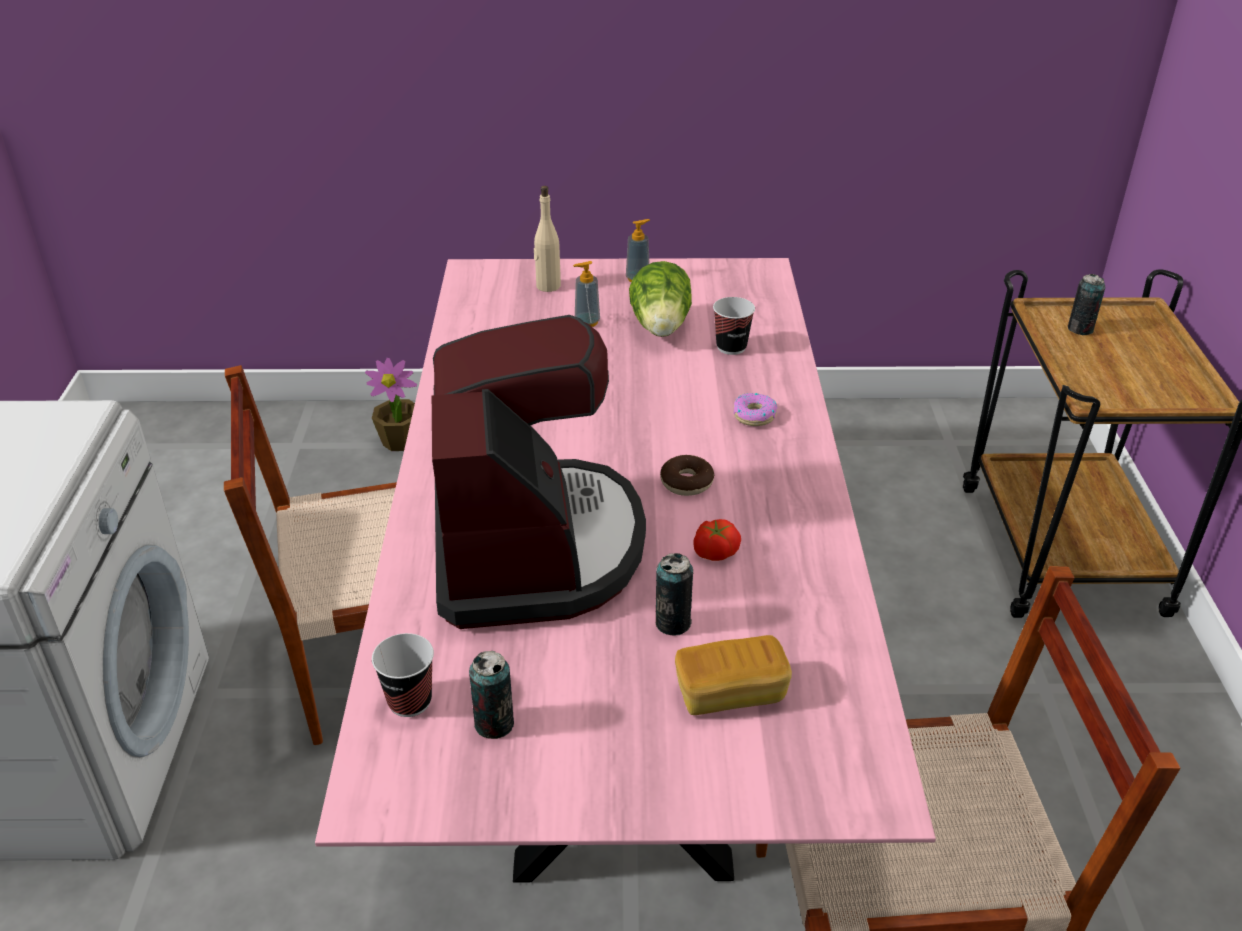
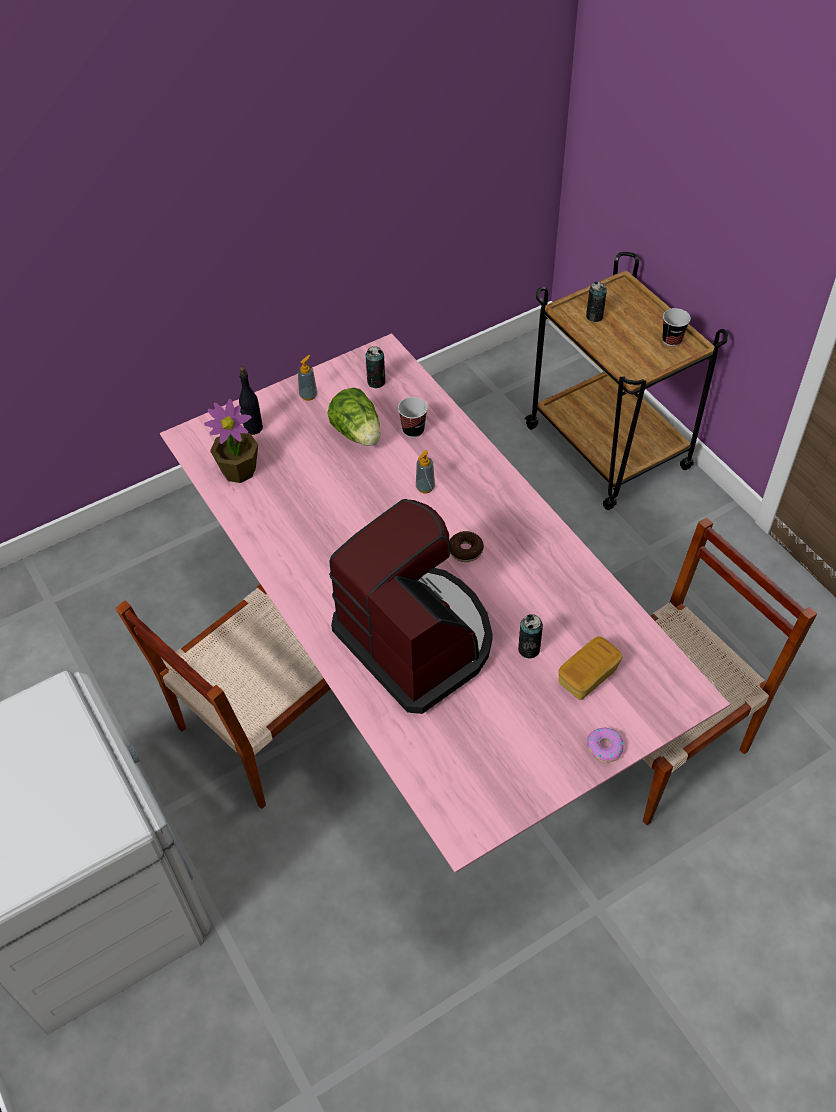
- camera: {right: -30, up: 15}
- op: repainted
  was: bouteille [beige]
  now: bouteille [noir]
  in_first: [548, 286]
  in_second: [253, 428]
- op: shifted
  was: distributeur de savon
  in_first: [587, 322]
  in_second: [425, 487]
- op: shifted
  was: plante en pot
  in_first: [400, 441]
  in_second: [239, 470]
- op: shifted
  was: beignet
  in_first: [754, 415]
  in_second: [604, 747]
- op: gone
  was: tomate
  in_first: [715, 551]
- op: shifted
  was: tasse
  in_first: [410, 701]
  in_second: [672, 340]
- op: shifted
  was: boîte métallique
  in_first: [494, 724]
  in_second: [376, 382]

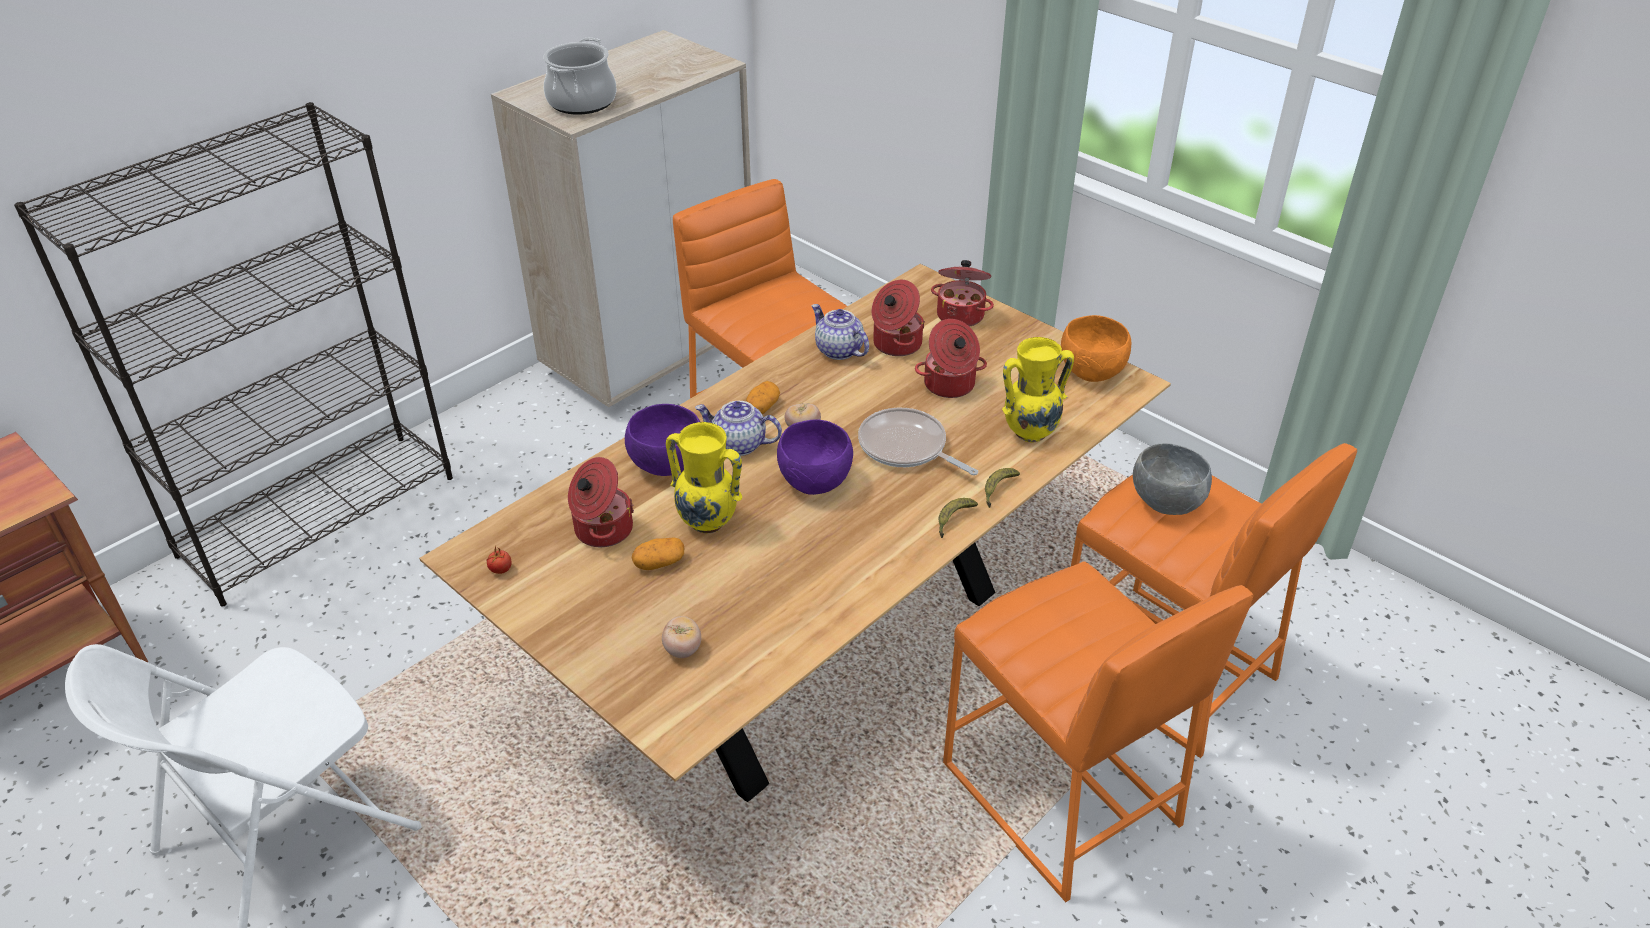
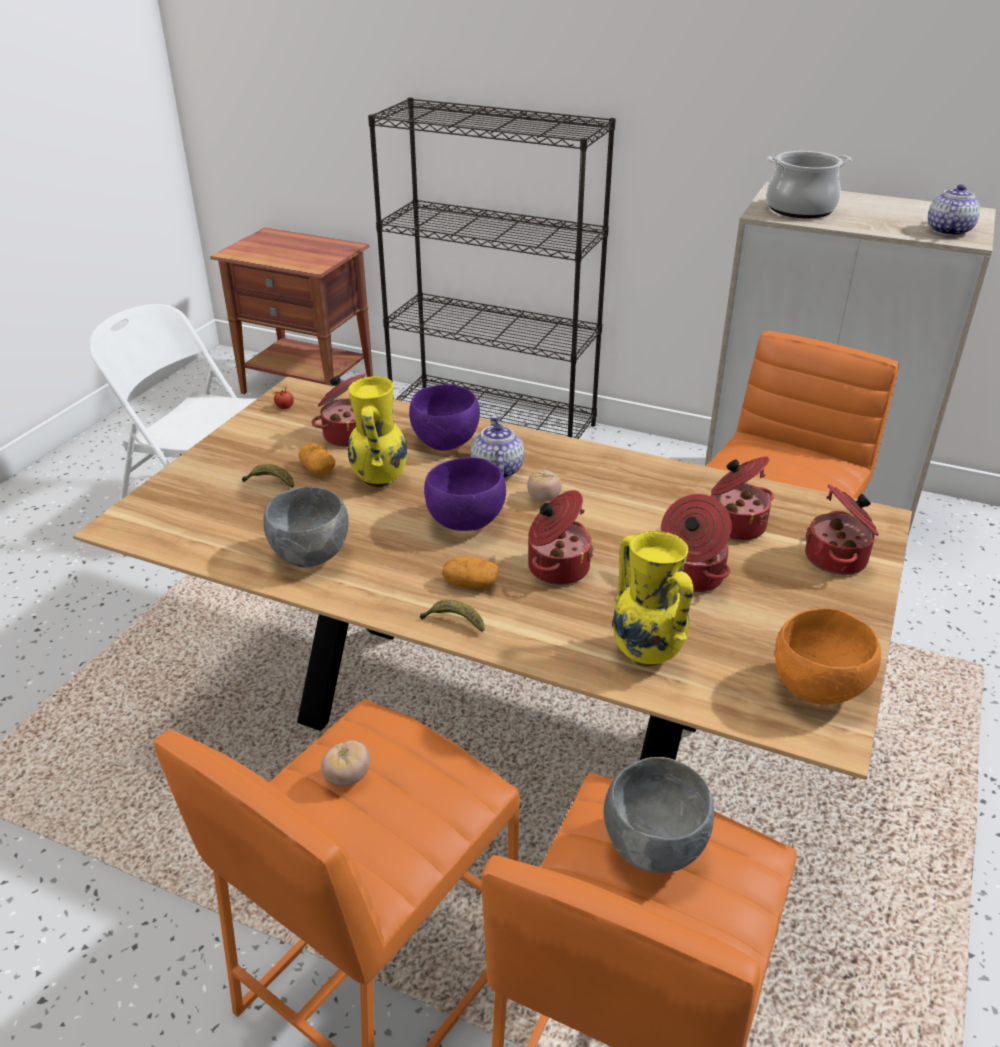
- camera: {right: 70, up: -5}
- op: shifted
  was: théière
  in_first: [838, 350]
  in_second: [948, 231]
- op: shifted
  was: pomme de terre
  in_first: [762, 407]
  in_second: [470, 584]
- op: swapped
  was: poêle
  now: marmite
  in_first: [906, 447]
  in_second: [556, 567]
- op: shifted
  was: banane
  in_first: [998, 490]
  in_second: [270, 482]
- op: shifted
  was: tomate
  in_first: [683, 649]
  in_second: [347, 777]
- op: new
  now: bol [gris]
  in_second: [311, 555]

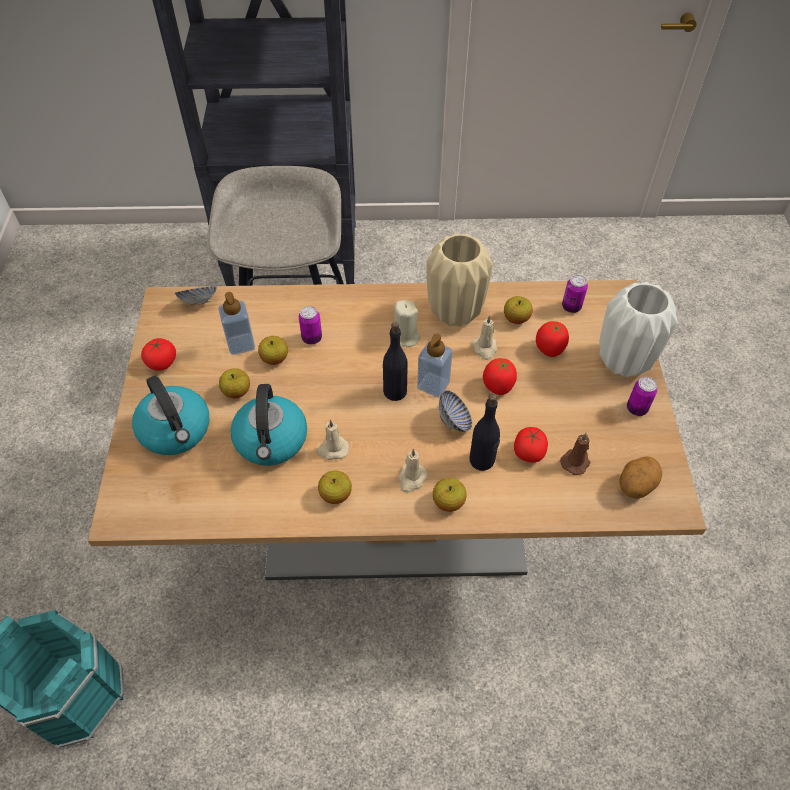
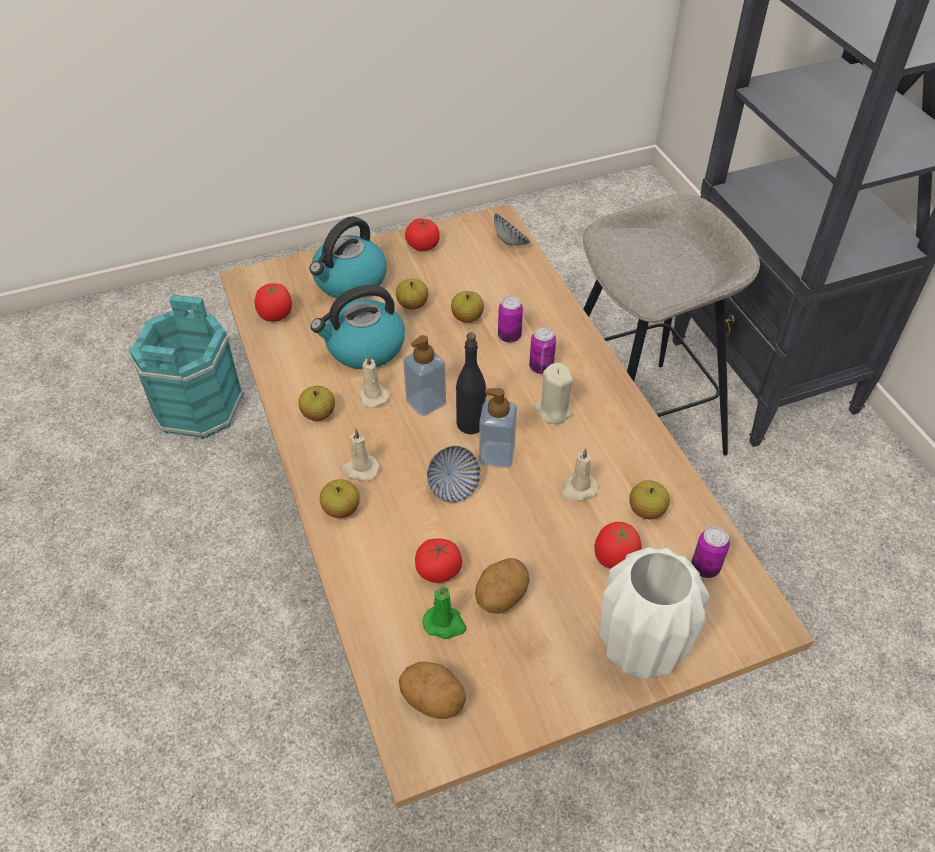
- camera: {right: 70, up: -5}
- op: gone
  was: vase [beige]
  in_first: [455, 313]
- op: shifted
  was: distributeur de savon
  in_first: [241, 344]
  in_second: [426, 402]
- op: shifted
  was: tomate
  in_first: [498, 386]
  in_second: [275, 316]
- op: shifted
  was: boîte métallique
  in_first: [636, 409]
  in_second: [541, 367]
- op: gone
  was: bouteille [noir]
  in_first: [482, 460]
- op: repainted
  was: bougie [marron]
  now: bougie [vert]
  in_first: [576, 461]
  in_second: [445, 624]
- op: new
  now: pomme de terre
  in_second: [501, 597]

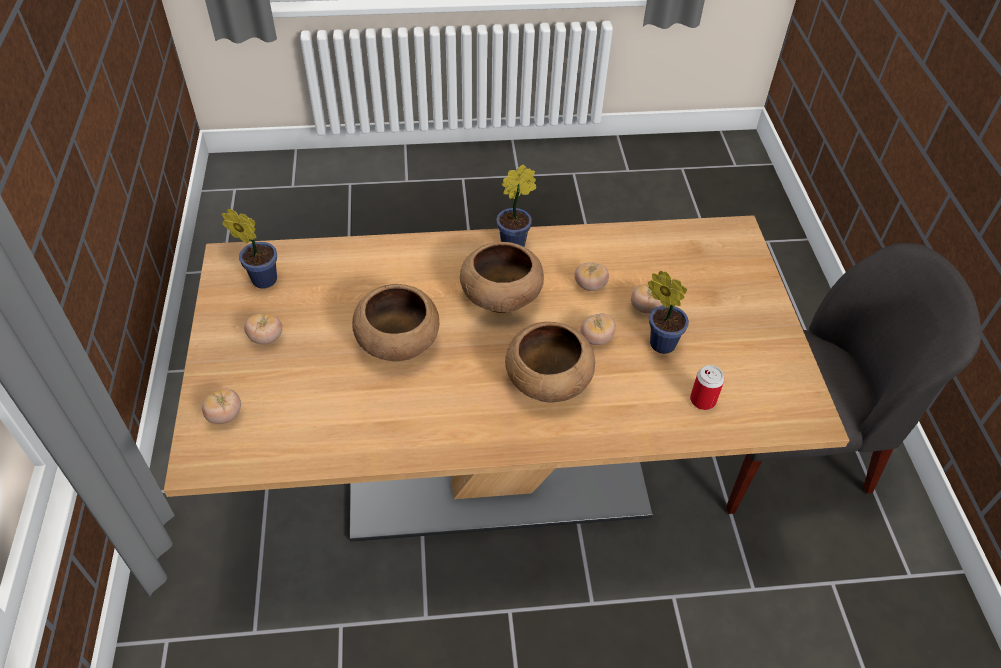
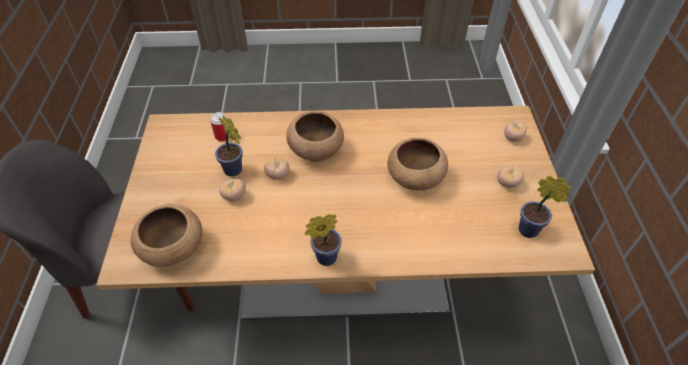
- camera: {right: -175, up: 0}
- op: shifted
  was: bol [marron]
  in_first: [500, 296]
  in_second: [173, 248]
- op: gone
  was: tomate
  in_first: [590, 286]

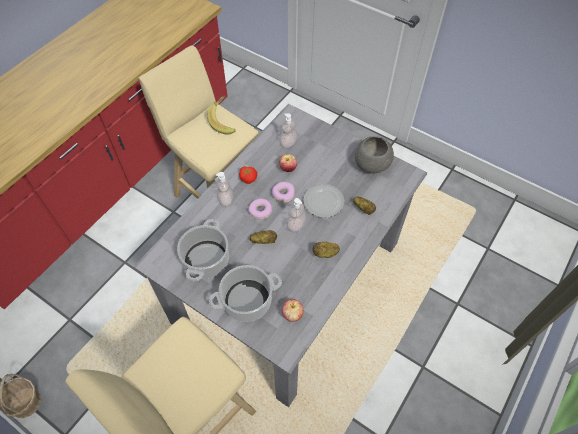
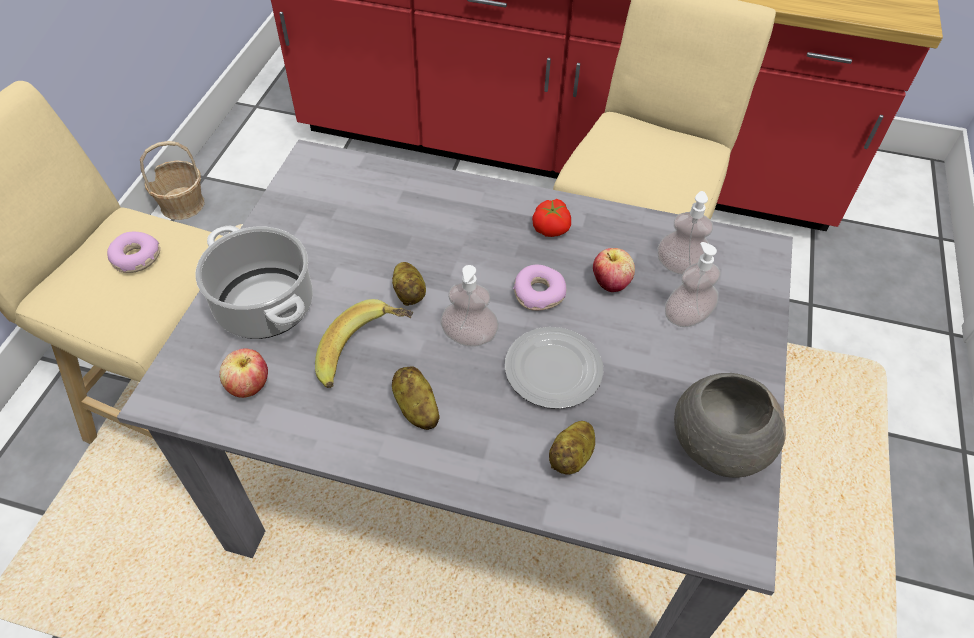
- camera: {right: 70, up: -5}
- op: shifted
  was: banane
  in_first: [224, 121]
  in_second: [366, 356]
- op: shifted
  was: distributeur de savon
  in_first: [226, 200]
  in_second: [686, 316]
- op: shifted
  was: beignet
  in_first: [260, 211]
  in_second: [136, 258]
- op: gone
  was: marmite
  in_first: [206, 260]

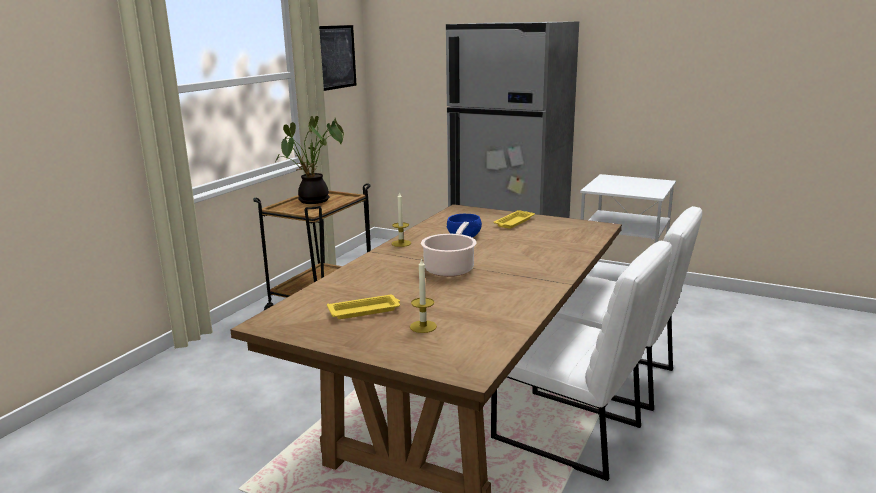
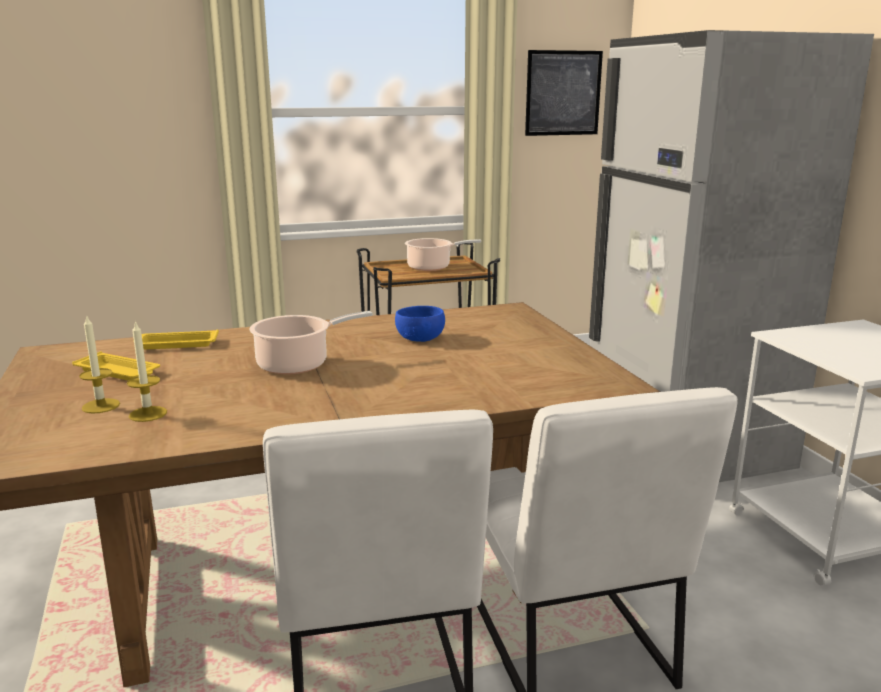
- camera: {right: 45, up: 0}
- op: swapped
  was: plante en pot
  now: marmite
  in_first: [313, 201]
  in_second: [432, 267]
- op: shifted
  was: bougie
  in_first: [401, 243]
  in_second: [148, 414]
- op: shifted
  was: plateau [jaune]
  in_first: [513, 222]
  in_second: [176, 344]

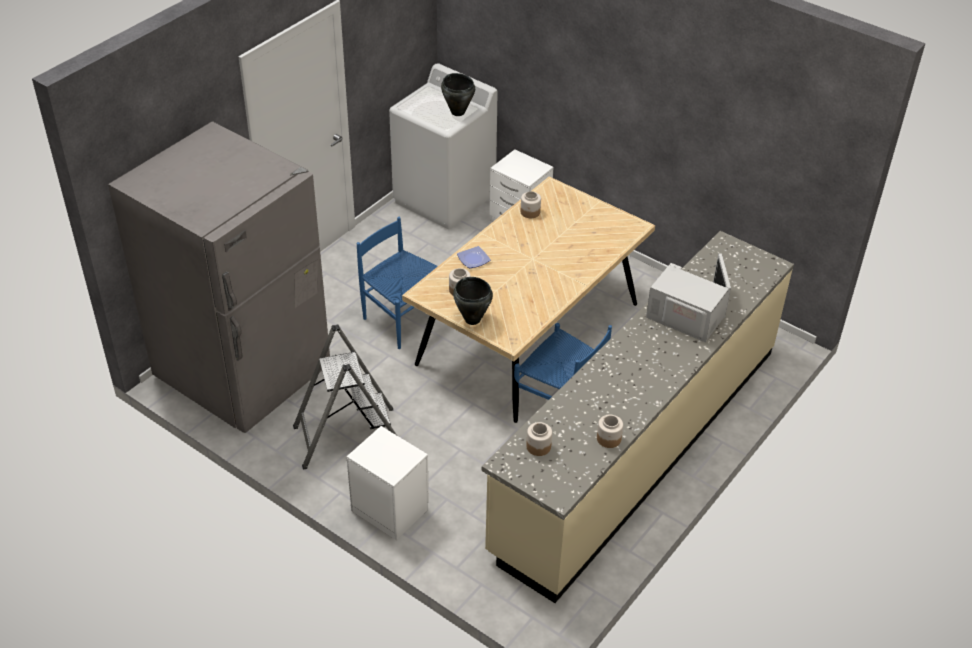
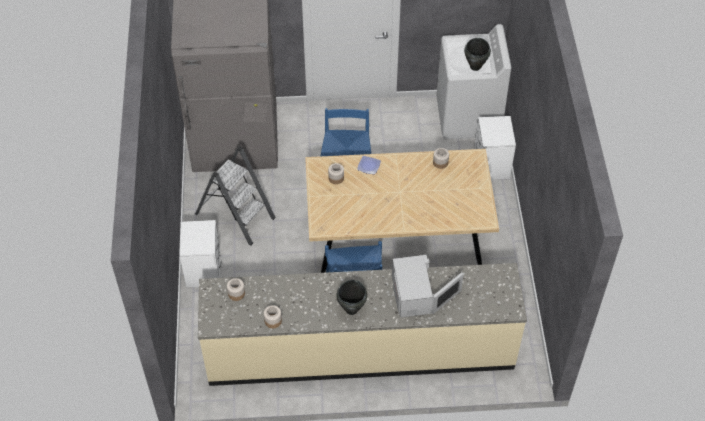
- camera: {right: 50, up: 10}
- op: shifted
  was: marmite [noir]
  in_first: [472, 320]
  in_second: [351, 309]

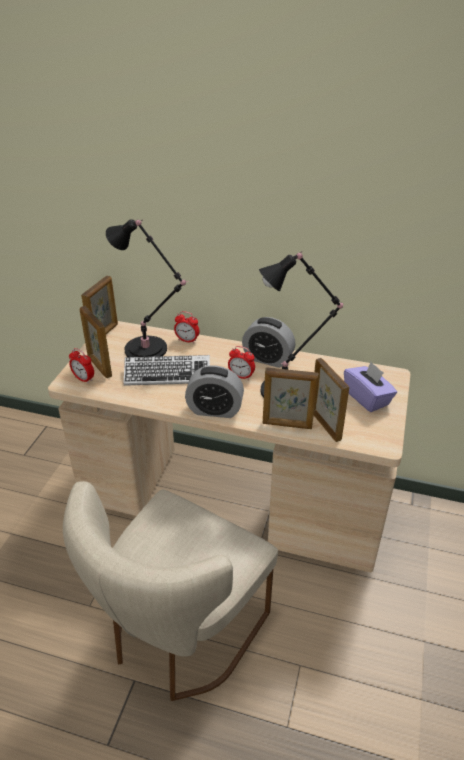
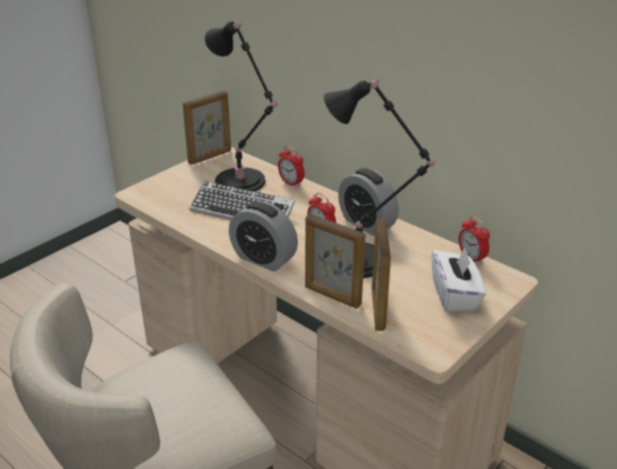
- camera: {right: 25, up: -5}
- op: gone
  was: cadre photo
  in_first: [99, 366]
- op: shifted
  was: réveil
  in_first: [84, 379]
  in_second: [471, 258]
- op: repainted
  was: boîte à mouchoirs [violet]
  now: boîte à mouchoirs [blanc]
  in_first: [367, 398]
  in_second: [455, 296]

